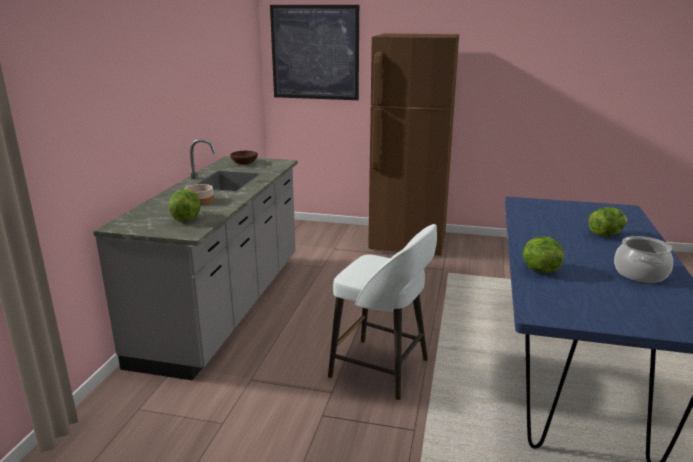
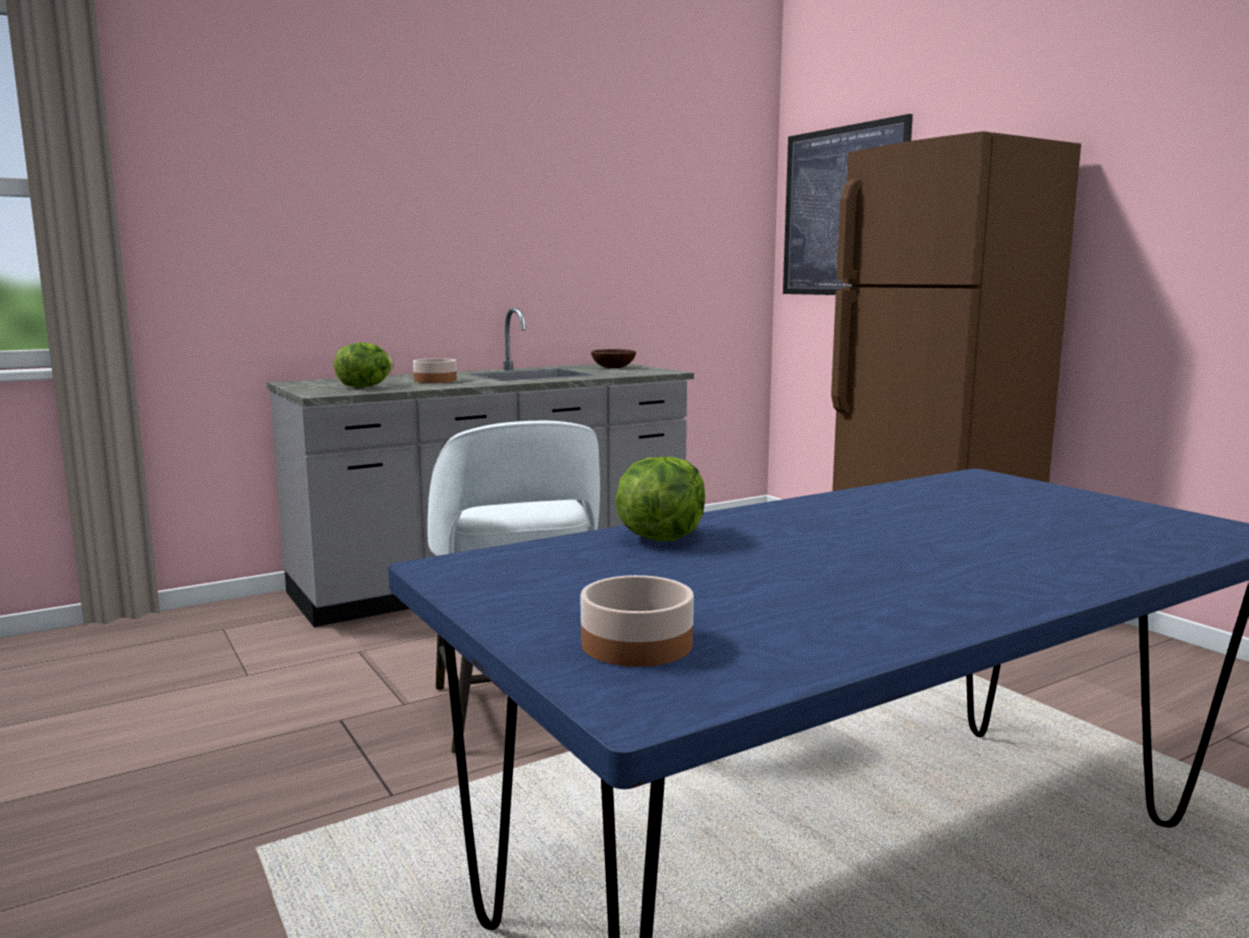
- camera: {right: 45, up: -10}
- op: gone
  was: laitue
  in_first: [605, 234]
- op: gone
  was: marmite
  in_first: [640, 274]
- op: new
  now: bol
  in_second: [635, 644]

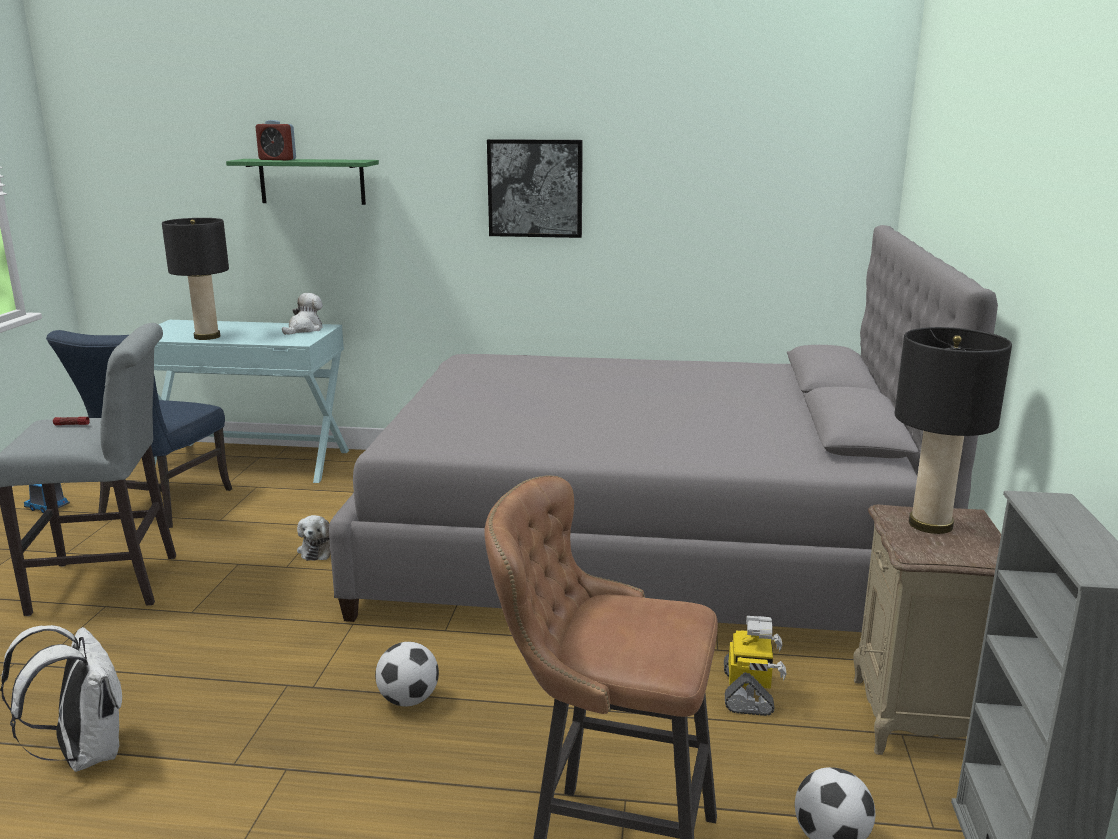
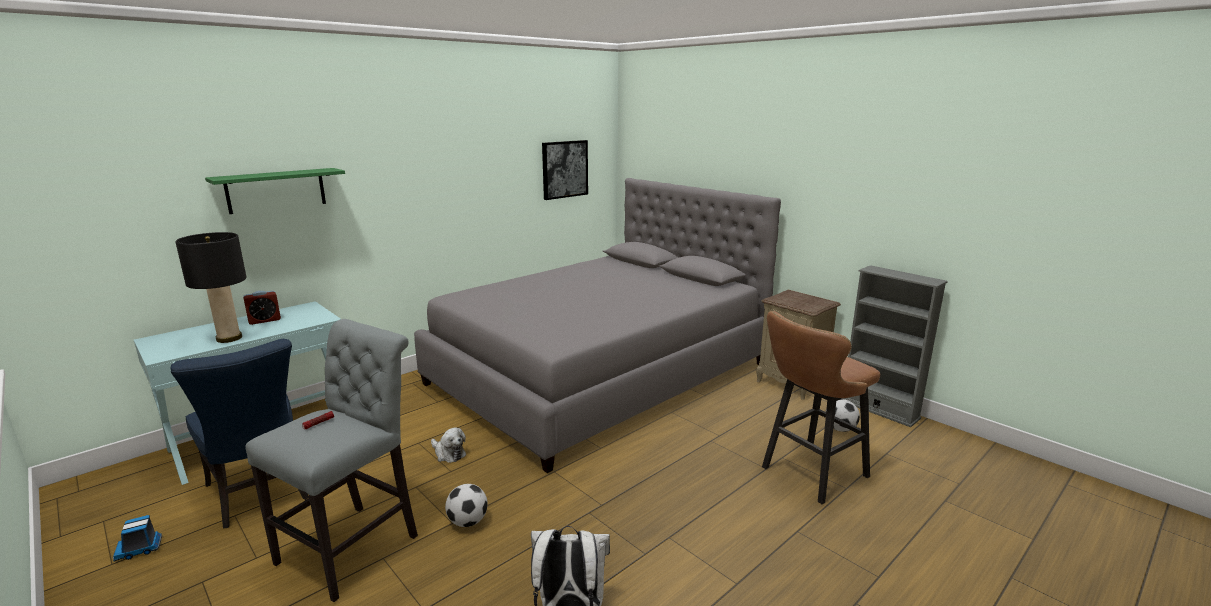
- camera: {right: -50, up: 0}
- op: shifted
  was: réveil
  in_first: [277, 159]
  in_second: [264, 320]
- op: shifted
  was: tableau
  in_first: [535, 188]
  in_second: [564, 169]
- op: gone
  was: peluche
  in_first: [304, 329]
- op: gone
  was: lampe de table [noir]
  in_first: [931, 525]
- op: gone
  was: robot jouet
  in_first: [749, 692]
- op: shifted
  was: ballon de foot
  in_first: [408, 700]
  in_second: [468, 522]

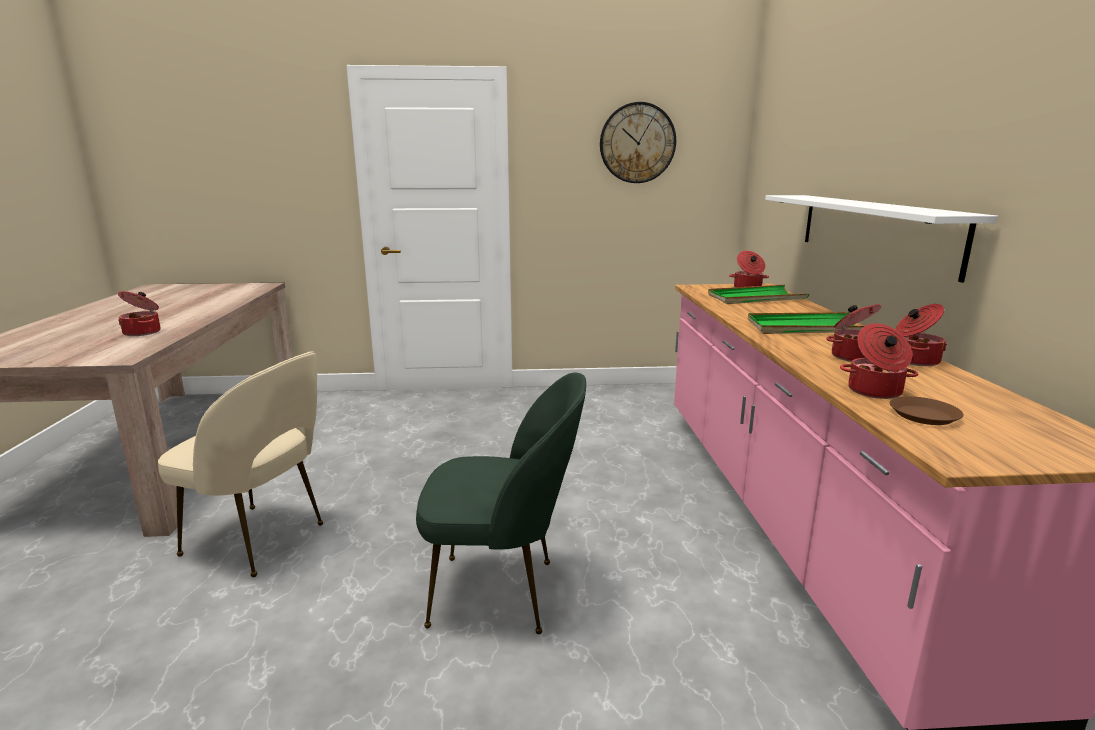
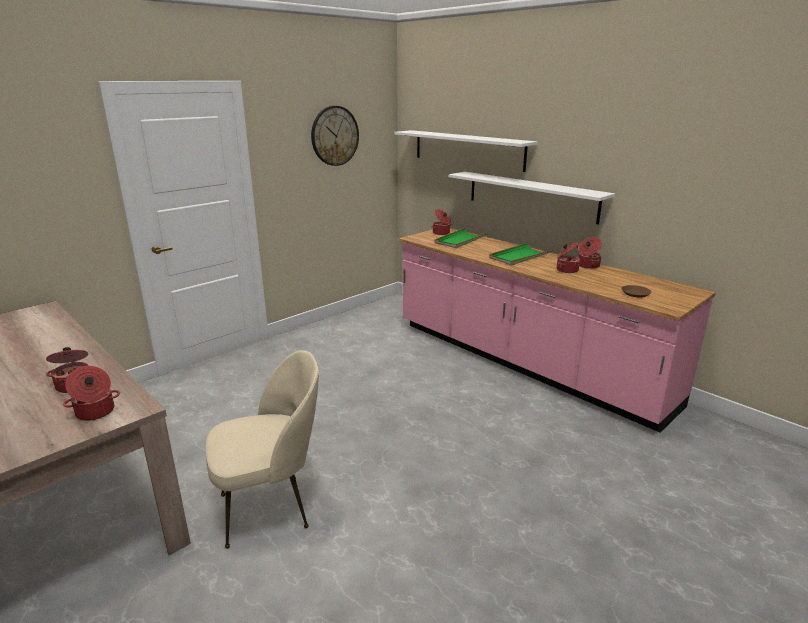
- camera: {right: -40, up: 5}
- op: shifted
  was: marmite
  in_first: [874, 392]
  in_second: [95, 412]
- op: gone
  was: chaise [vert]
  in_first: [505, 594]
- op: new
  now: étagère [blanc]
  in_second: [467, 149]

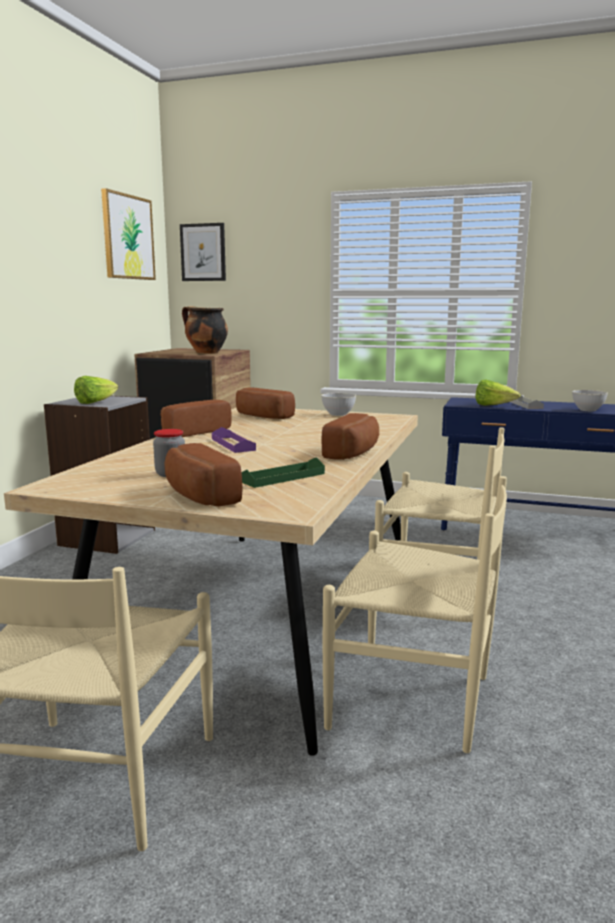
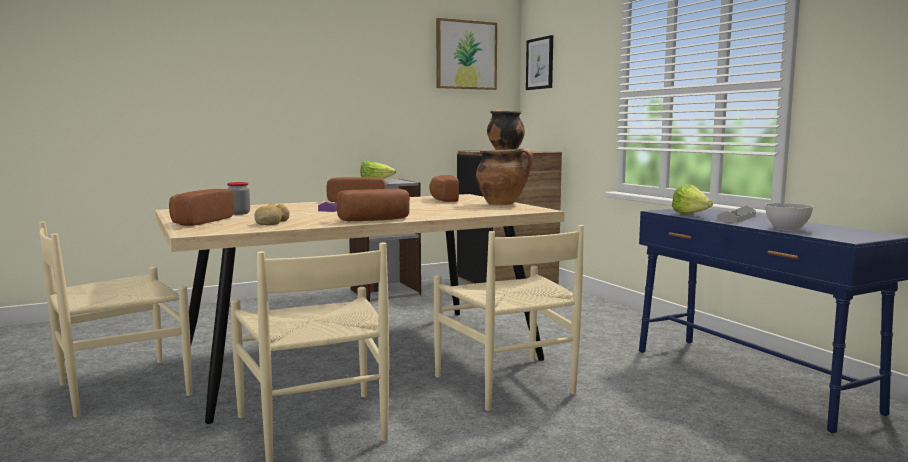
- camera: {right: 45, up: -5}
- op: swapped
  was: bol [gris]
  now: marmite
  in_first: [338, 414]
  in_second: [502, 204]
- op: swapped
  was: plateau [vert]
  now: pain
  in_first: [283, 477]
  in_second: [272, 222]

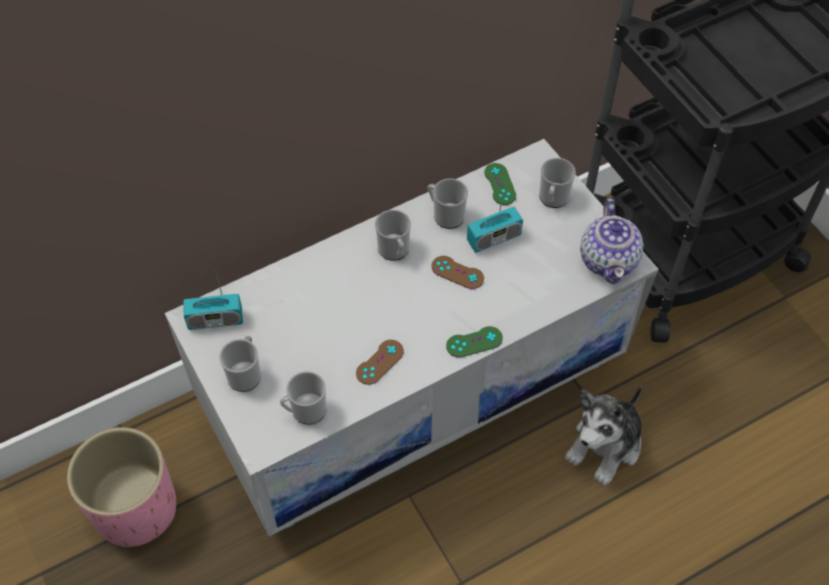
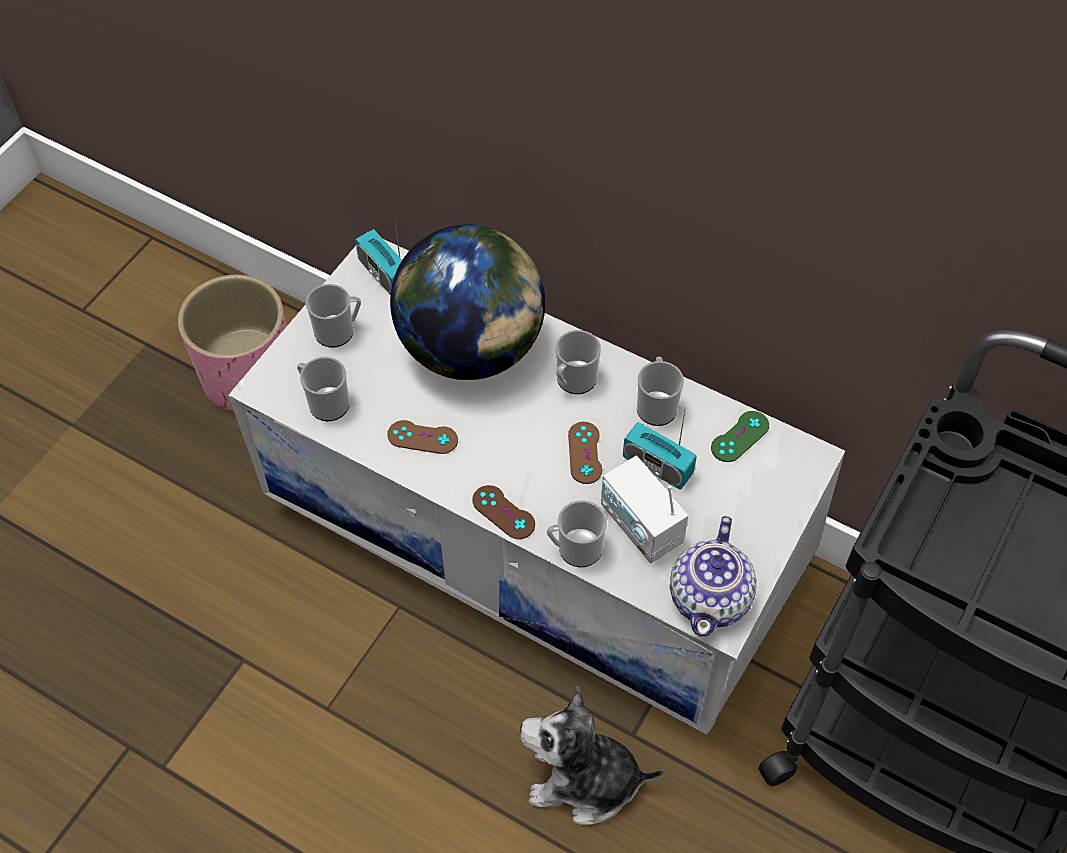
- camera: {right: 60, up: 0}
- op: shifted
  was: mug
  in_first: [553, 199]
  in_second: [575, 549]
- op: rotated
  was: théière
  in_first: [609, 259]
  in_second: [711, 597]
  clockwise: -45
- op: repainted
  was: manette [vert]
  now: manette [marron]
  in_first: [474, 342]
  in_second: [503, 512]
- op: new
  now: globe
  in_second: [471, 348]
- op: new
  now: radio
  in_second: [640, 526]

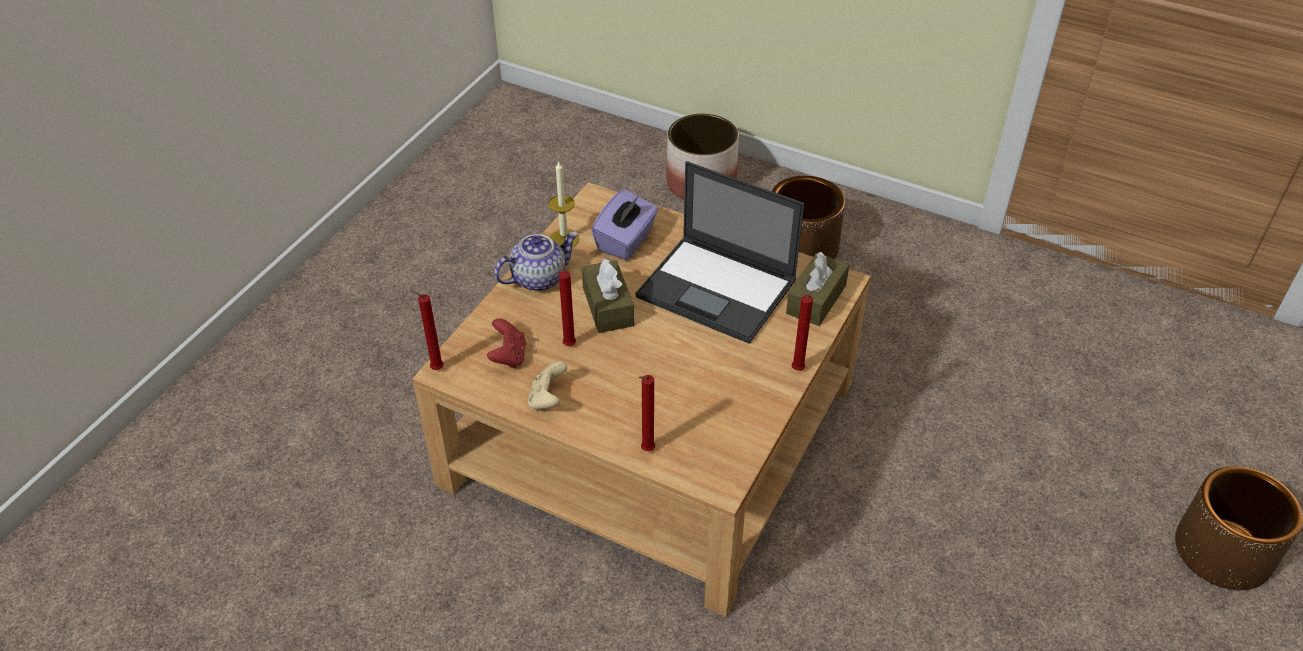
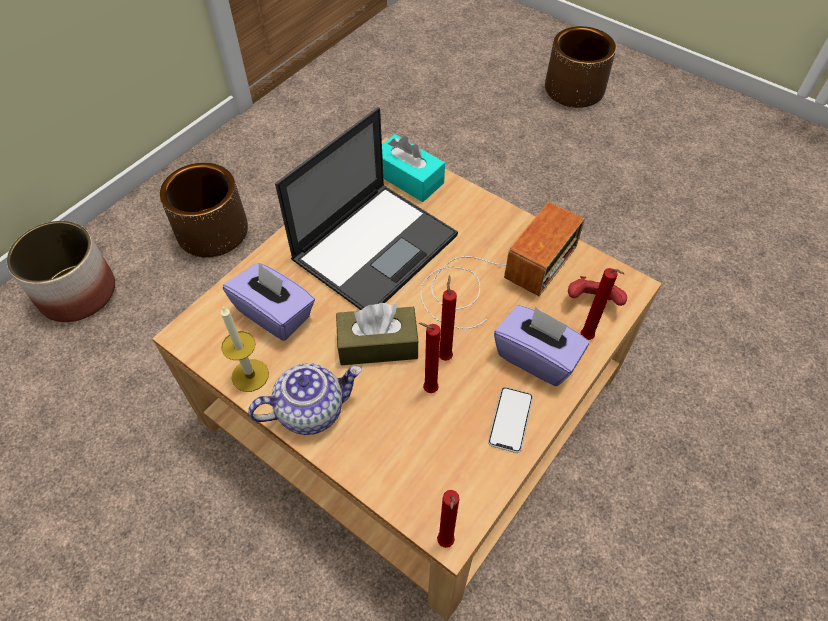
- camera: {right: -80, up: 10}
- op: rotated
  was: théière
  in_first: [539, 278]
  in_second: [311, 409]
  clockwise: 90
- op: repainted
  was: boîte à mouchoirs [marron]
  now: boîte à mouchoirs [turquoise]
  in_first: [816, 299]
  in_second: [408, 178]
- op: shifted
  was: bougie [rouge]
  in_first: [800, 369]
  in_second: [445, 355]
- op: shifted
  was: manette [rouge]
  in_first: [508, 356]
  in_second: [592, 301]
- op: swapped
  was: manette [beige]
  now: téléphone
  in_first: [547, 399]
  in_second: [510, 420]
- op: new
  now: radio
  in_second: [493, 277]
- op: new
  now: boîte à mouchoirs [violet]
  in_second: [536, 357]

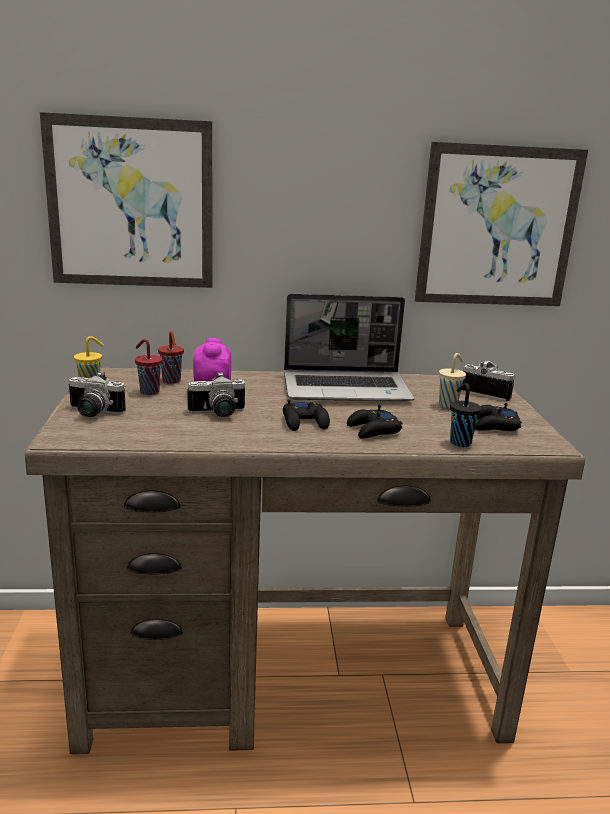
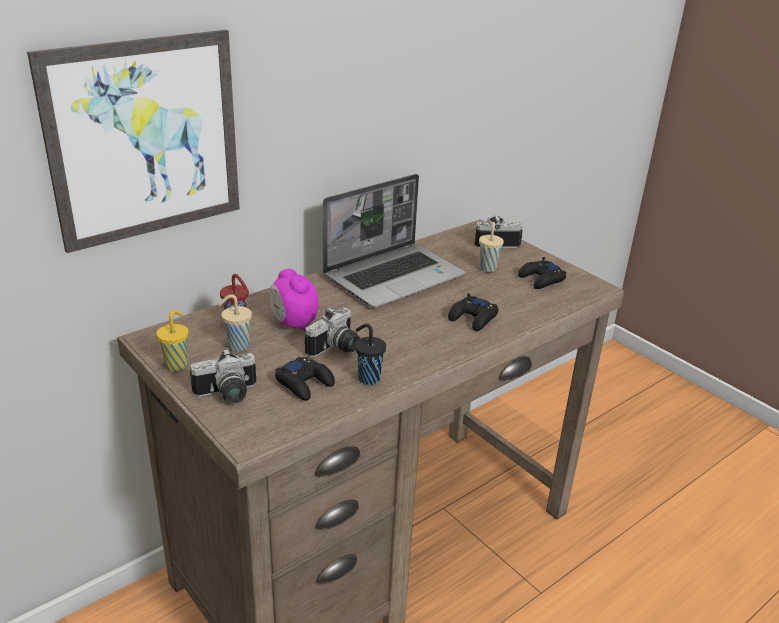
- camera: {right: -35, up: 10}
- op: gone
  was: tableau
  in_first: [497, 227]
- op: repainted
  was: tasse [rouge]
  now: tasse [beige]
  in_first: [148, 392]
  in_second: [237, 346]
- op: shifted
  was: tasse [noir]
  in_first: [459, 442]
  in_second: [368, 378]
- op: shifted
  was: manette [noir]
  in_first: [305, 422]
  in_second: [305, 383]

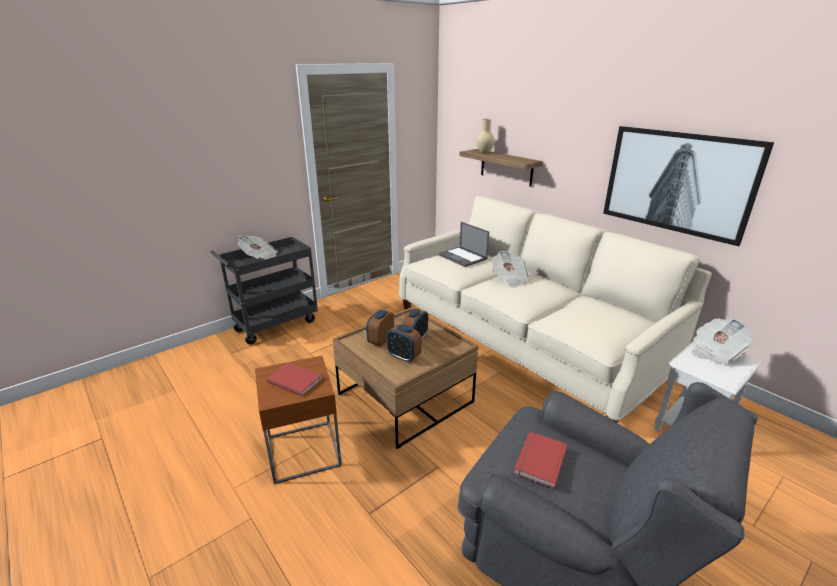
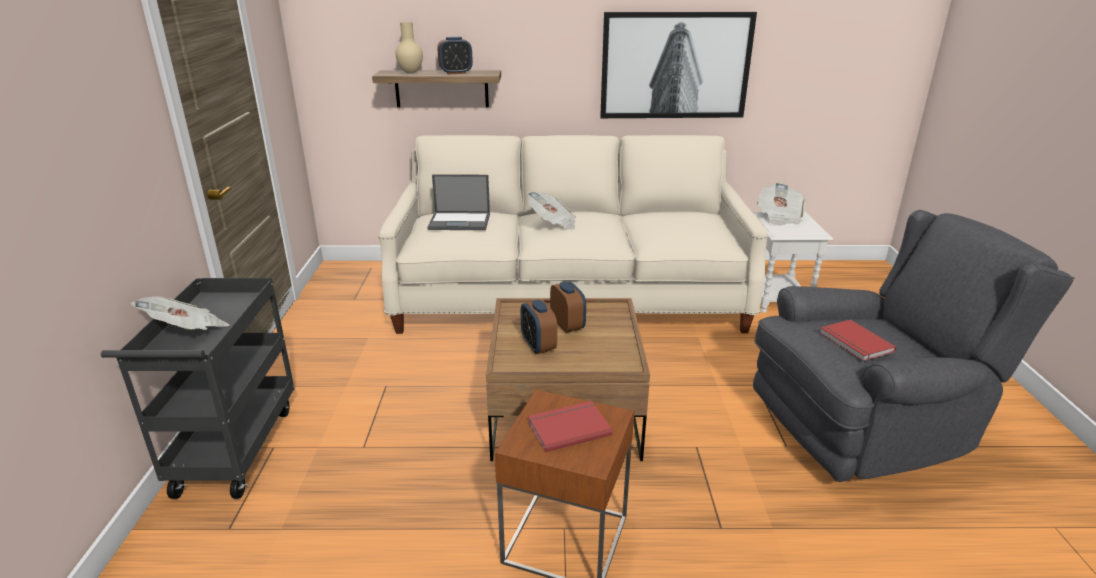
- camera: {right: -50, up: 0}
- op: shifted
  was: réveil
  in_first: [404, 356]
  in_second: [456, 73]

